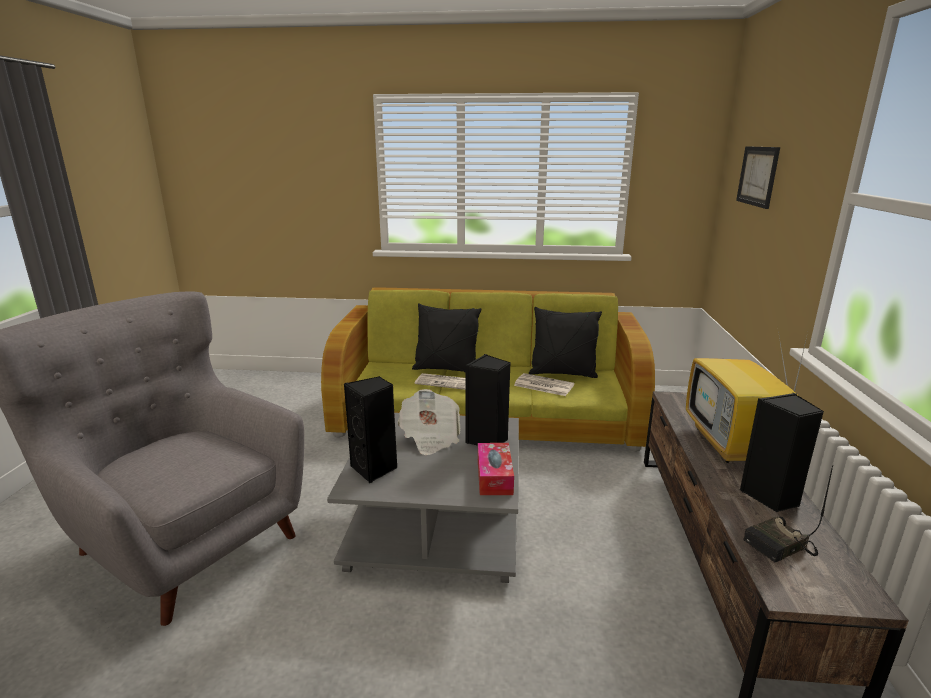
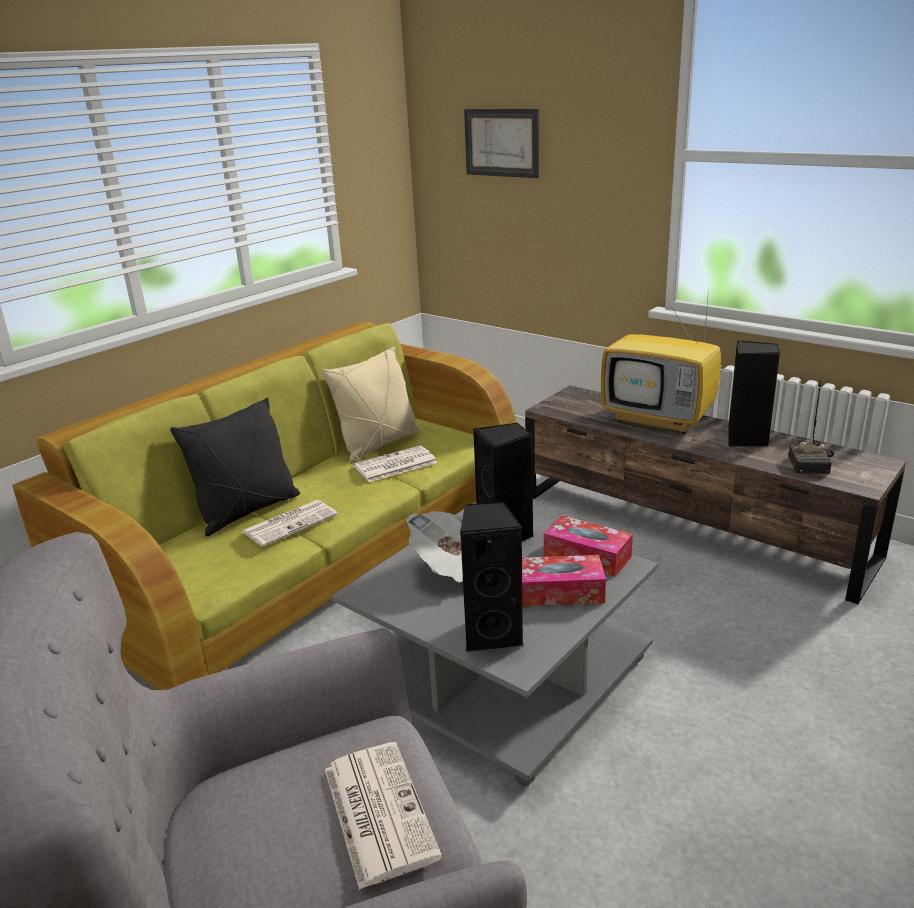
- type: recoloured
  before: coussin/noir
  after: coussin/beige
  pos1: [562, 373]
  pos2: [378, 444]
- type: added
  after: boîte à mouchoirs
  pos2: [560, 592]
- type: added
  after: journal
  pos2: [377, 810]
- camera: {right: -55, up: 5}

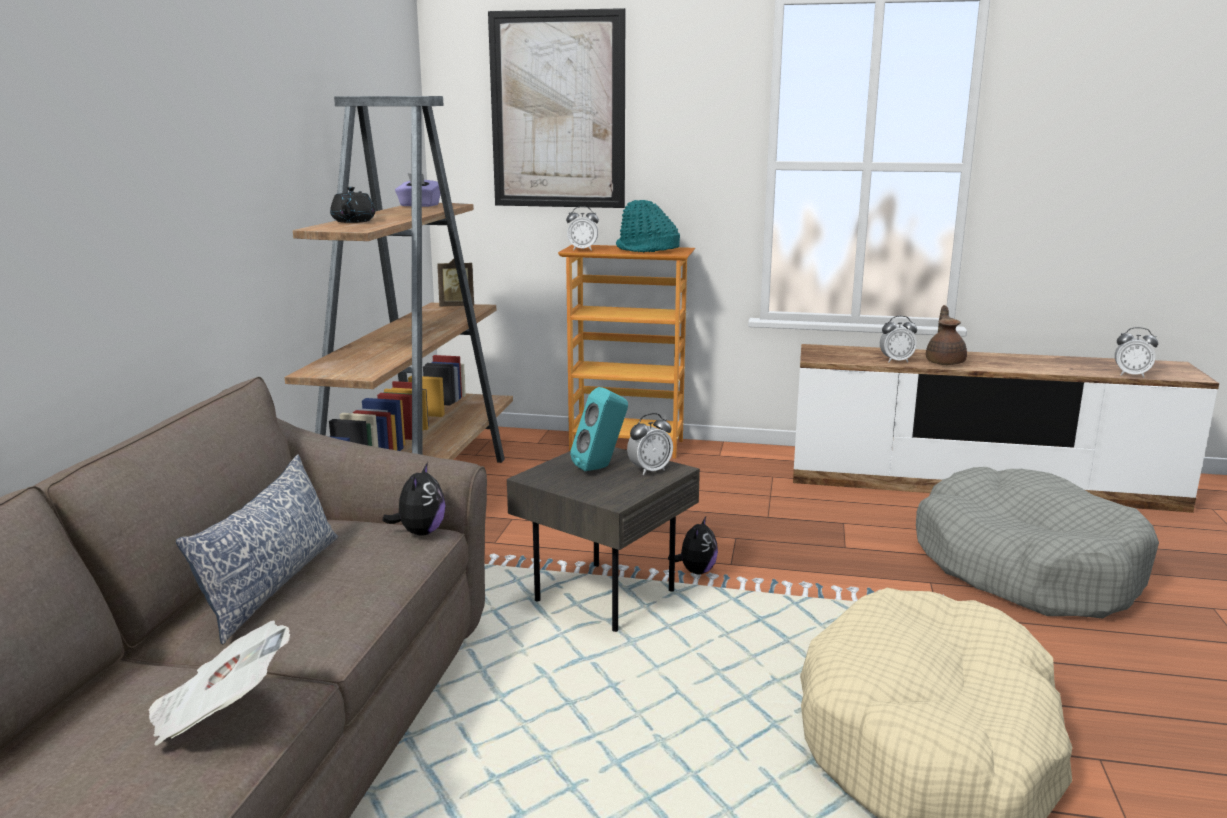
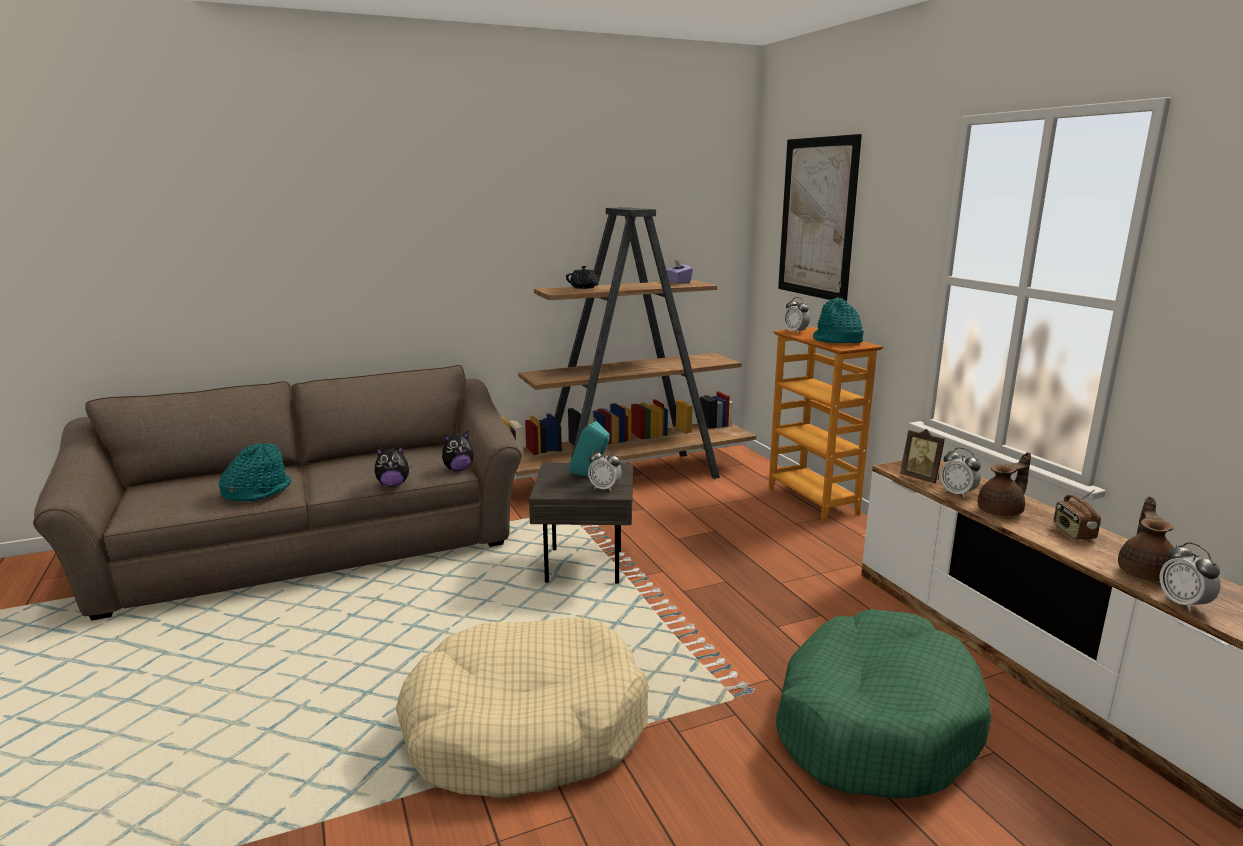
- type: moved
  before: cadre photo
  pos1: [457, 306]
  pos2: [921, 478]
- type: removed
  before: coussin
  pos1: [272, 584]
- type: recoloured
  before: panier pour chien/gris
  after: panier pour chien/vert
  pos1: [1026, 567]
  pos2: [874, 723]
- type: moved
  before: peluche
  pos1: [696, 571]
  pos2: [393, 485]
- type: replaced
  before: journal
  after: chapeau/turquoise
  pos1: [220, 713]
  pos2: [257, 491]
- type: added
  after: radio
  pos2: [1073, 532]
- type: added
  after: théière/marron
  pos2: [1145, 572]
- camera: {right: 55, up: 0}

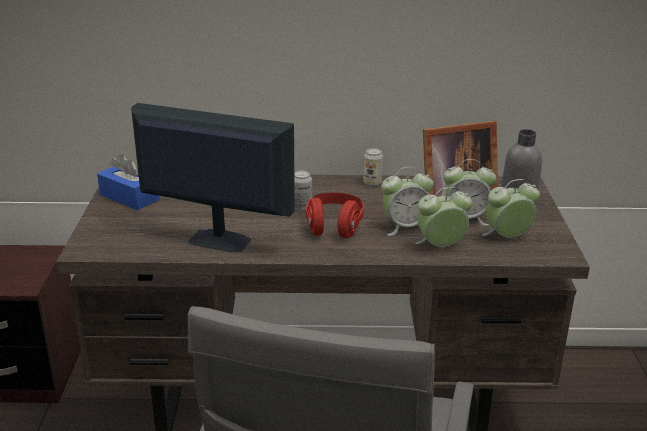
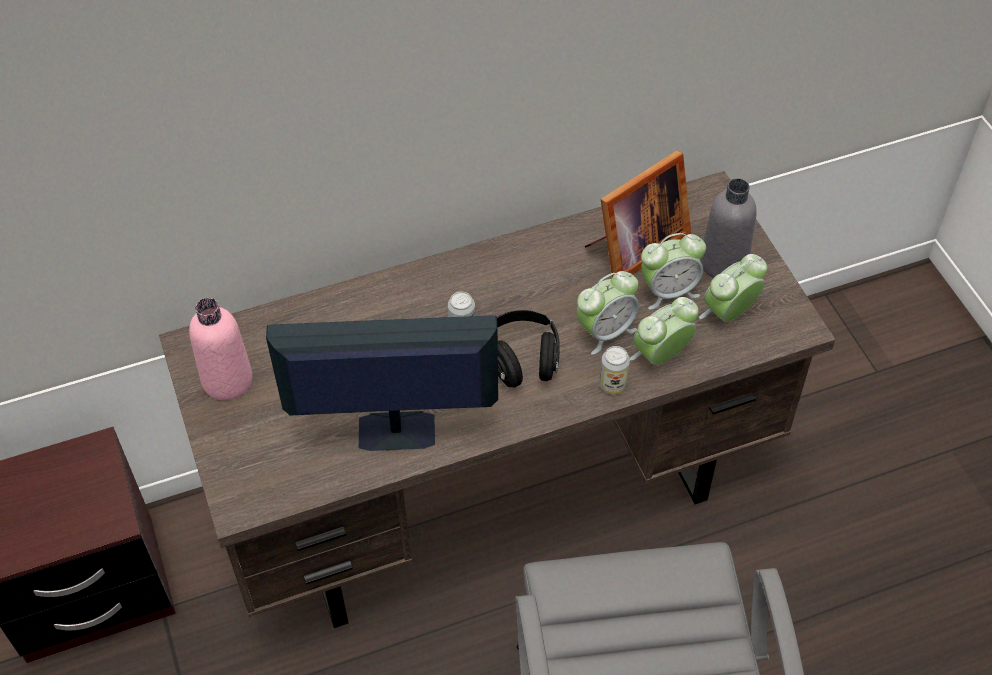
- type: moved
  before: boîte métallique
  pos1: [372, 183]
  pos2: [613, 385]
- type: replaced
  before: boîte à mouchoirs/bleu
  after: bouteille/rose
  pos1: [129, 197]
  pos2: [227, 380]
- type: recoloured
  before: casque audio/rouge
  after: casque audio/noir
  pos1: [334, 228]
  pos2: [522, 360]
- camera: {right: -20, up: 25}

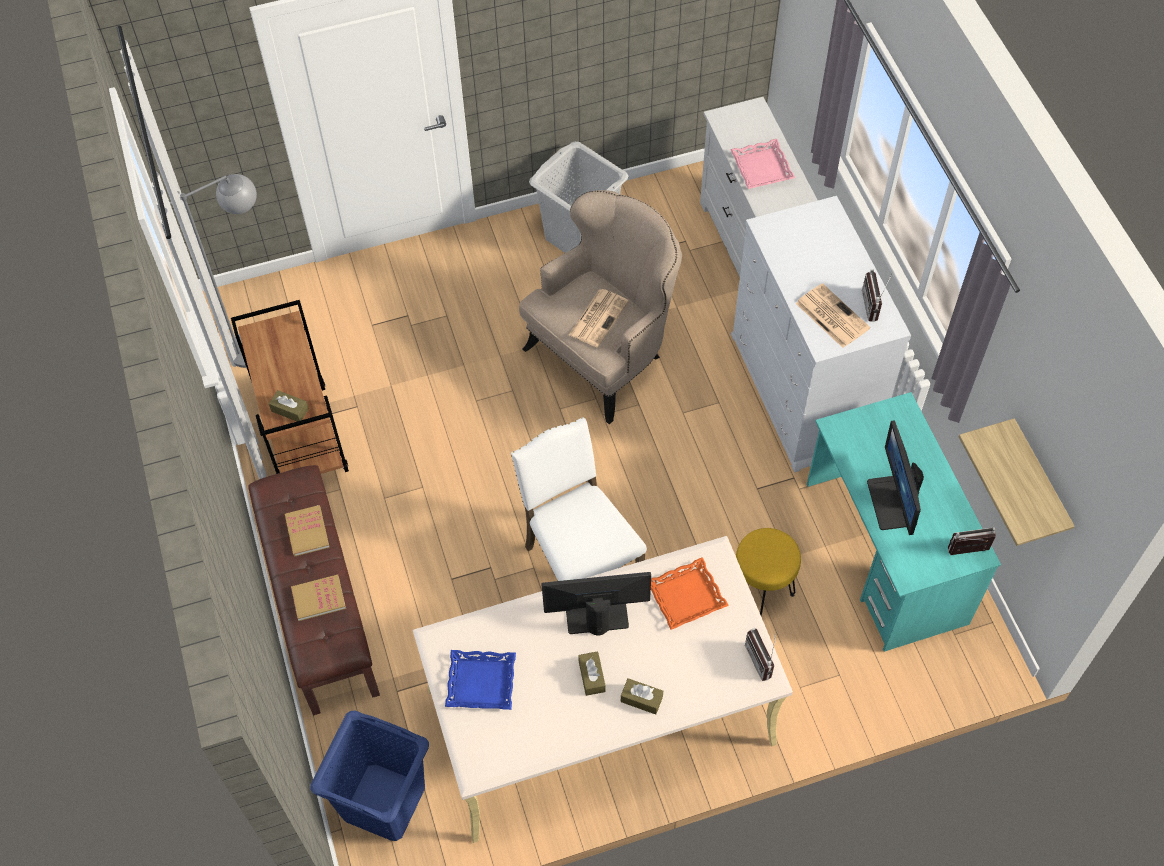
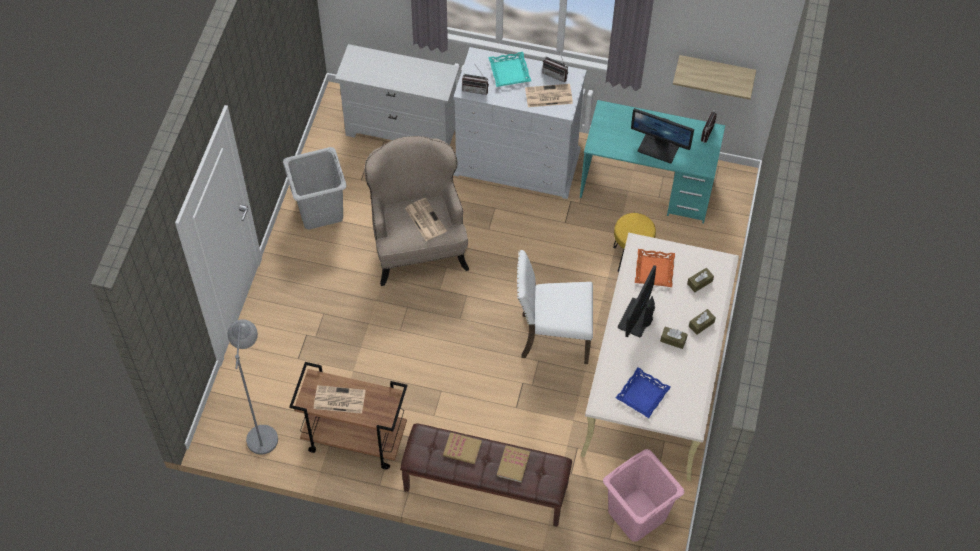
- type: removed
  before: plateau/rose
  pos1: [762, 168]
- type: moved
  before: boîte à mouchoirs/marron
  pos1: [290, 410]
  pos2: [699, 282]
- type: moved
  before: radio
  pos1: [763, 660]
  pos2: [476, 88]
- type: recoloured
  before: panier à linge/bleu
  after: panier à linge/rose
  pos1: [383, 801]
  pos2: [636, 515]
- type: added
  after: plateau/turquoise
  pos2: [510, 72]
- type: added
  after: journal
  pos2: [338, 400]
- camera: {right: -60, up: 0}

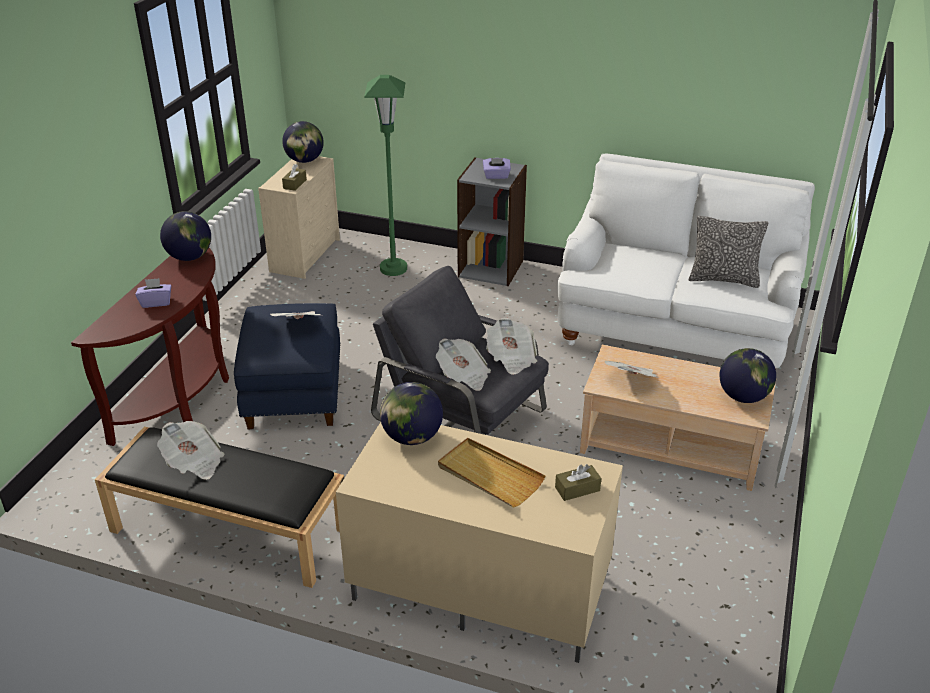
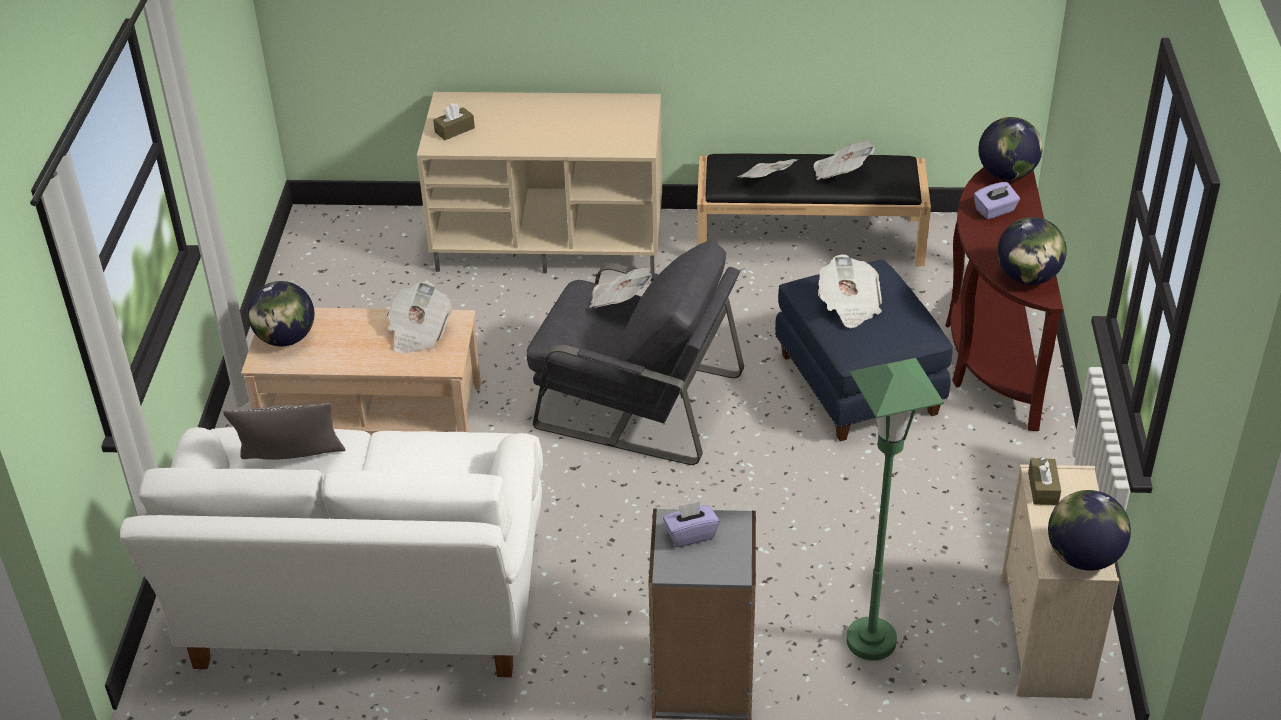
- type: moved
  before: journal
  pos1: [511, 358]
  pos2: [767, 181]
- type: moved
  before: globe
  pos1: [411, 437]
  pos2: [1007, 174]
- type: removed
  before: plateau/beige
  pos1: [489, 475]
- camera: {right: 165, up: 5}

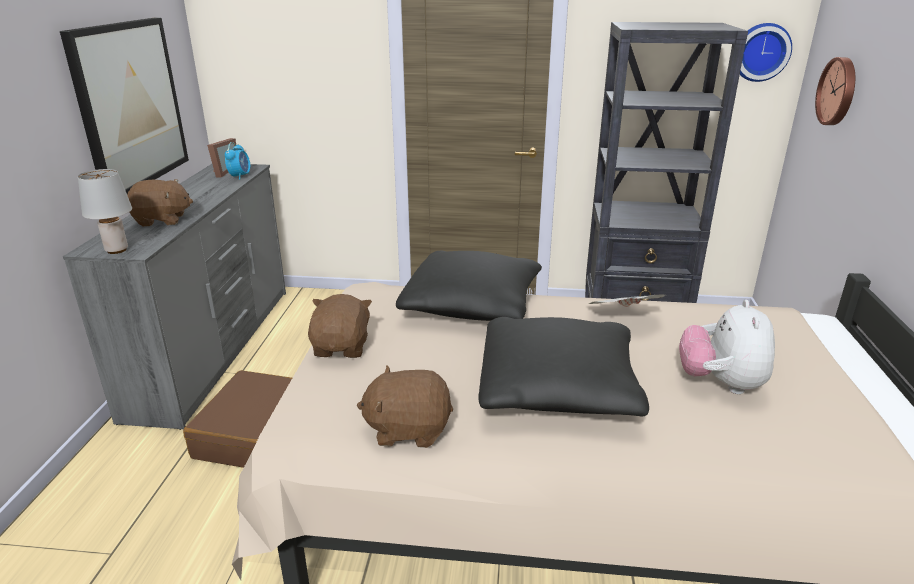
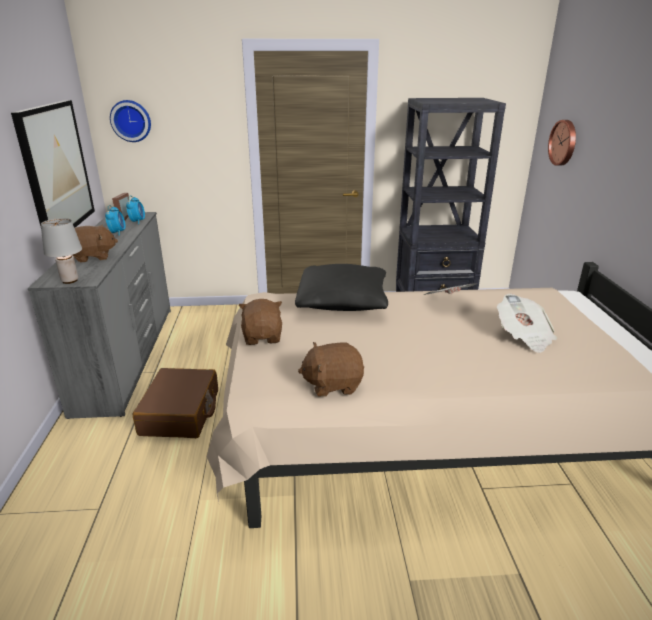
- type: moved
  before: horloge murale
  pos1: [760, 52]
  pos2: [131, 121]
- type: replaced
  before: peluche
  after: journal
  pos1: [720, 383]
  pos2: [524, 337]
- type: removed
  before: coussin/noir
  pos1: [558, 387]
- type: added
  after: réveil
  pos2: [118, 232]
- camera: {right: -10, up: 0}

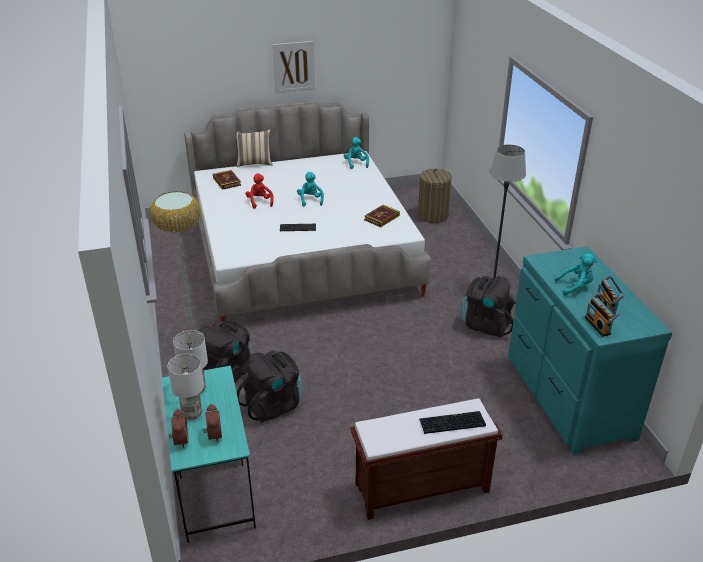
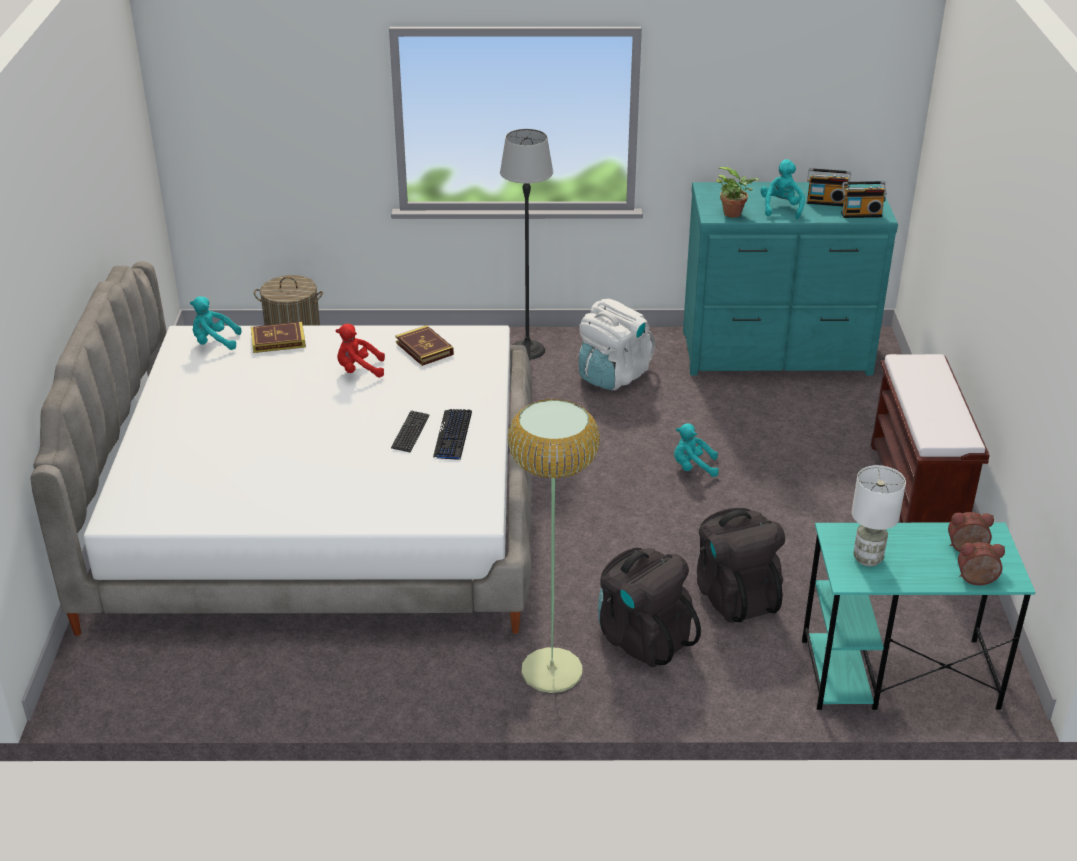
- type: removed
  before: tableau
  pos1: [294, 67]
- type: removed
  before: coussin/beige
  pos1: [254, 163]
- type: moved
  before: livre
  pos1: [227, 181]
  pos2: [278, 340]
- type: moved
  before: peluche/turquoise
  pos1: [310, 200]
  pos2: [693, 467]
- type: moved
  before: peluche/rouge
  pos1: [259, 202]
  pos2: [359, 370]
- type: recoloured
  before: sac à dos/noir
  after: sac à dos/blanc
  pos1: [486, 325]
  pos2: [613, 375]
- type: removed
  before: lampe de table/blanc
  pos1: [191, 414]
- type: moved
  before: clavier
  pos1: [452, 423]
  pos2: [453, 435]
- type: added
  after: plante en pot
  pos2: [735, 214]
- camera: {right: -75, up: 0}

